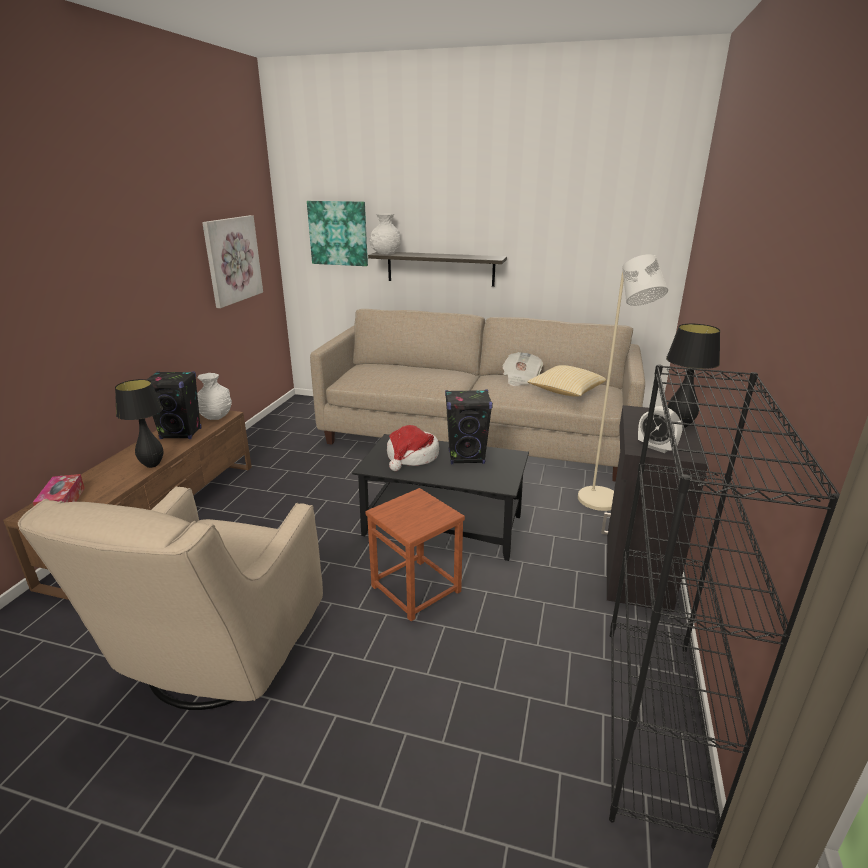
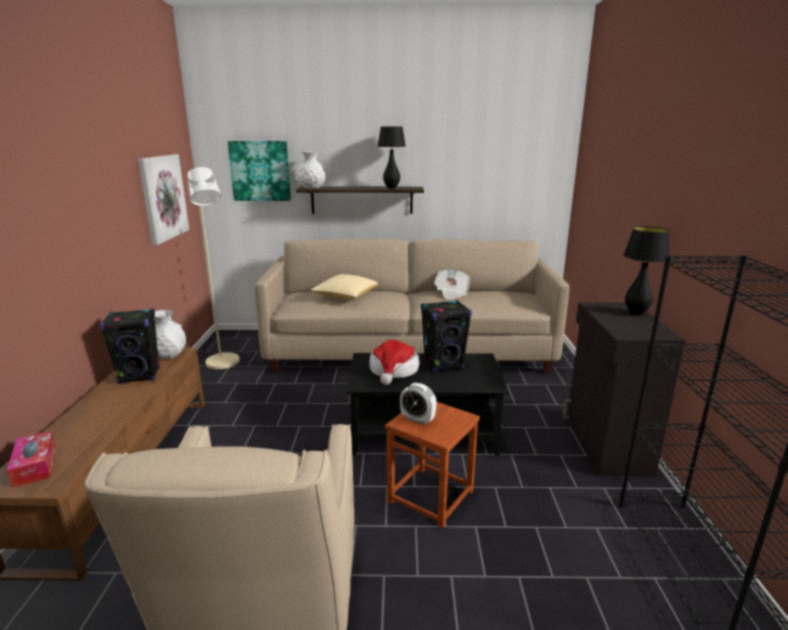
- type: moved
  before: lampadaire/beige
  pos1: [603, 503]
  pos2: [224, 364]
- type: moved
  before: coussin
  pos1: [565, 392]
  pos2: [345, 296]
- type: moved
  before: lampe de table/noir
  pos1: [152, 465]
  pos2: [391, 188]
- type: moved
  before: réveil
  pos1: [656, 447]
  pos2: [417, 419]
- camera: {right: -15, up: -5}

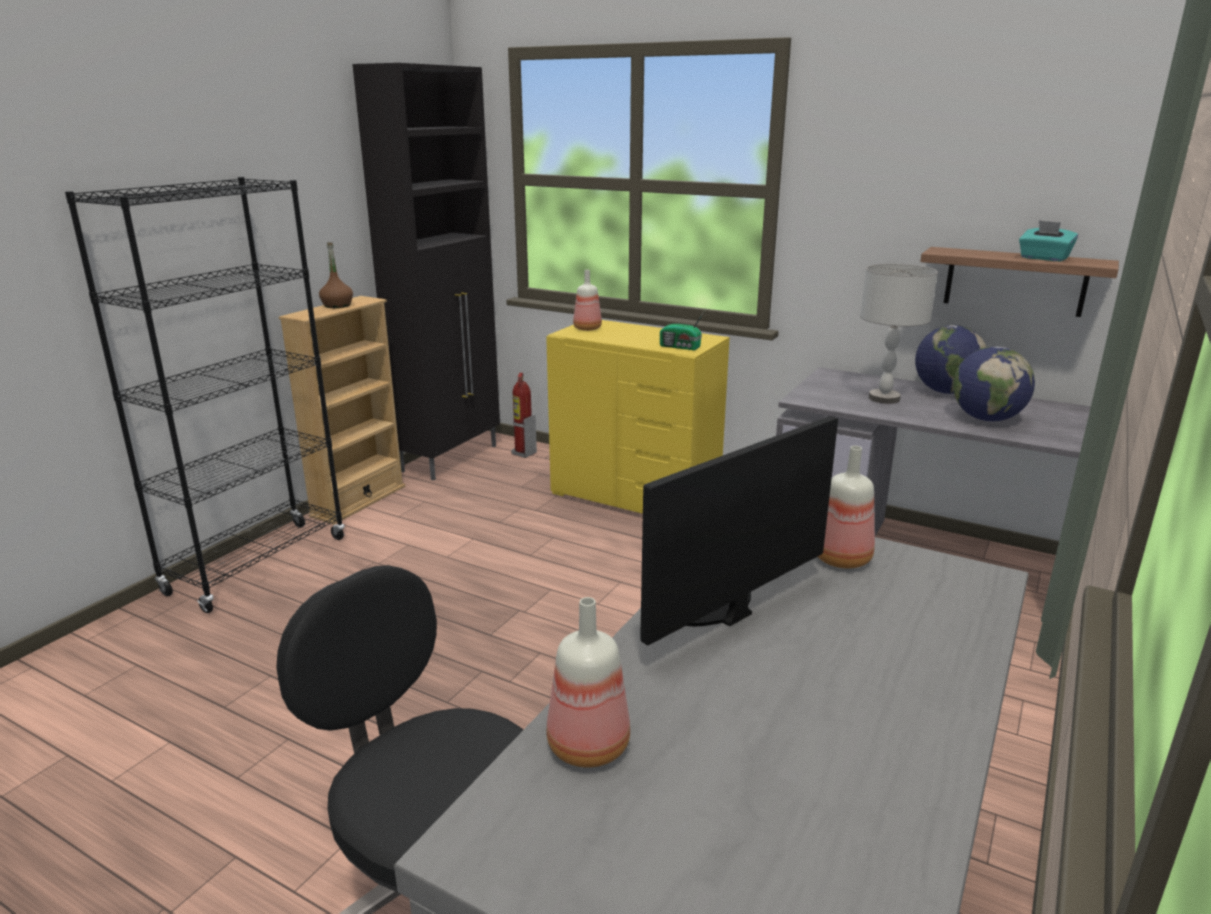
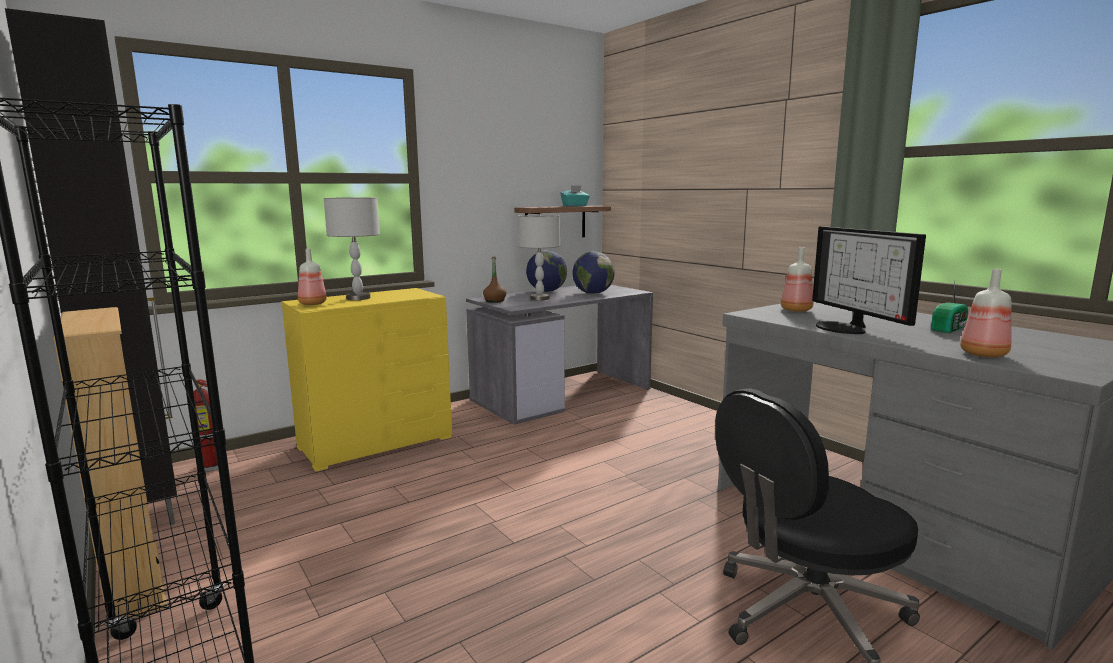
- type: moved
  before: bouteille/marron
  pos1: [337, 305]
  pos2: [494, 301]
- type: moved
  before: radio
  pos1: [680, 347]
  pos2: [950, 328]
- type: added
  after: lampe de table/gris
  pos2: [359, 298]
- camera: {right: -65, up: -10}

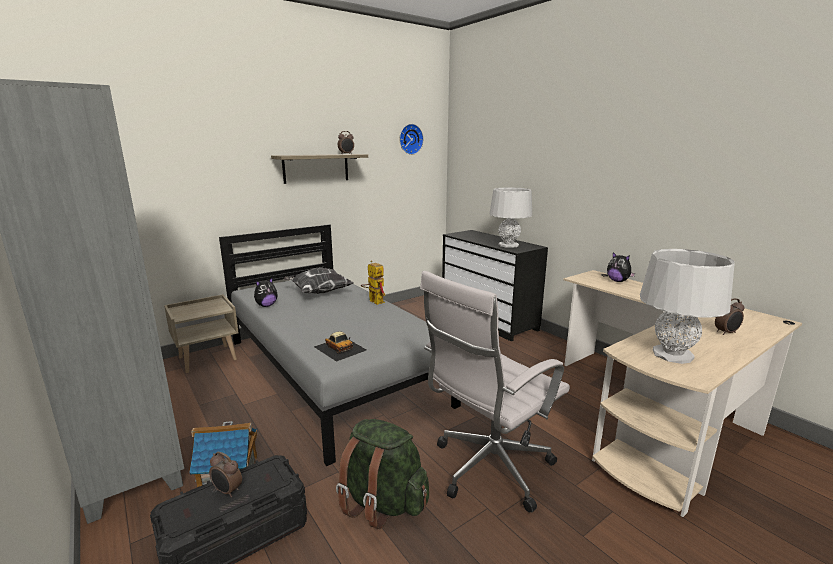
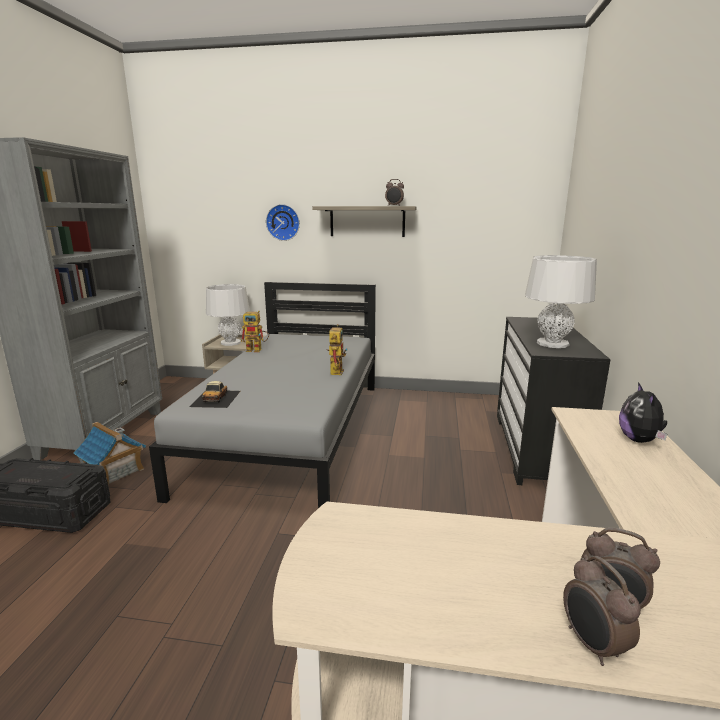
- type: moved
  before: horloge murale
  pos1: [410, 139]
  pos2: [283, 222]
- type: moved
  before: lampe de table/gris
  pos1: [672, 355]
  pos2: [230, 343]
- type: removed
  before: coussin
  pos1: [318, 292]
- type: removed
  before: chaise de bureau/blanc
  pos1: [488, 470]
- type: replaced
  before: peluche
  after: robot jouet
  pos1: [266, 305]
  pos2: [257, 350]
- type: removed
  before: sac à dos/vert
  pos1: [382, 502]
- type: moved
  before: réveil
  pos1: [227, 491]
  pos2: [592, 645]
- camera: {right: 45, up: 0}

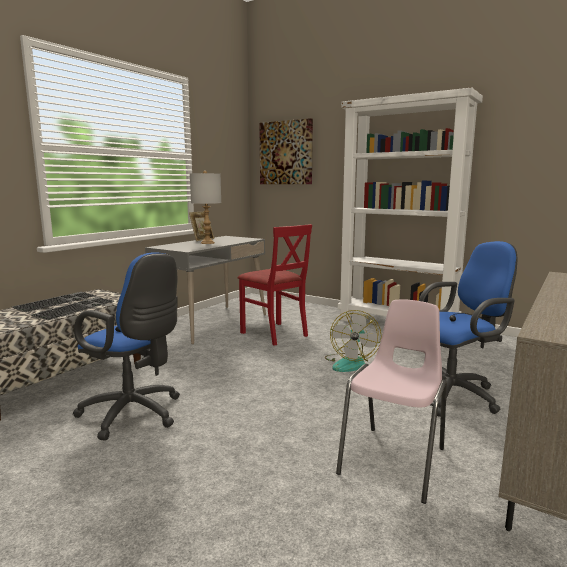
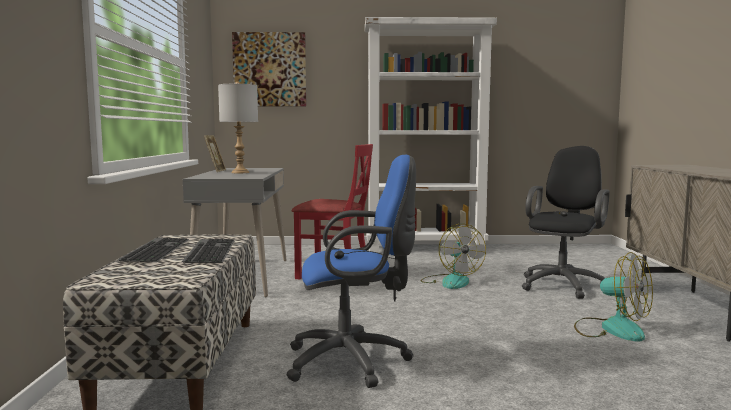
- type: recoloured
  before: chaise de bureau/bleu
  after: chaise de bureau/noir
  pos1: [454, 395]
  pos2: [563, 284]
- type: replaced
  before: chaise/rose
  after: ventilateur
  pos1: [395, 461]
  pos2: [611, 329]
- camera: {right: -35, up: -5}

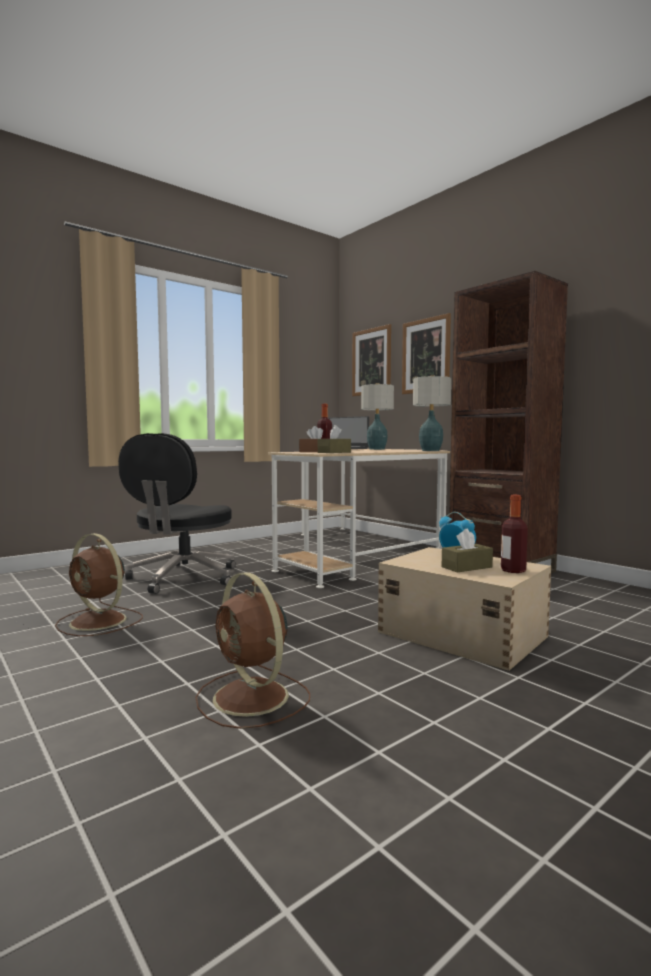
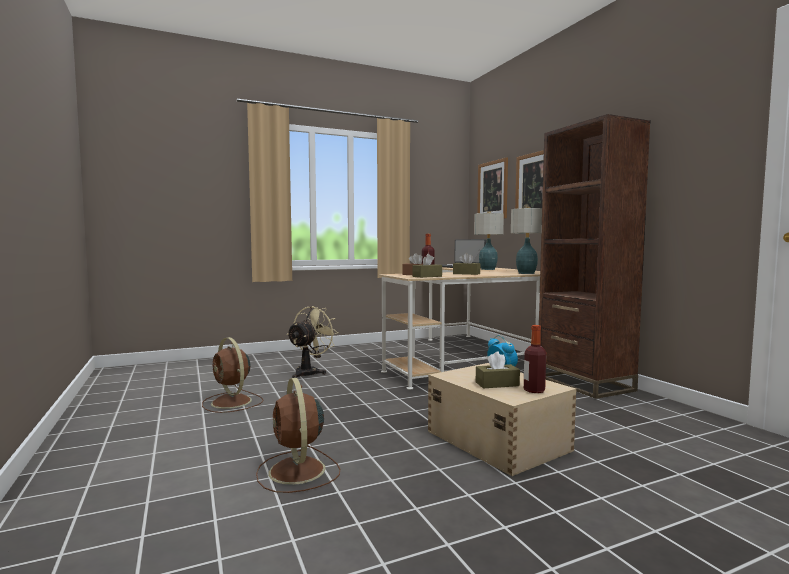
- type: replaced
  before: chaise de bureau/noir
  after: ventilateur/beige
  pos1: [182, 578]
  pos2: [310, 372]
- type: added
  after: boîte à mouchoirs/marron
  pos2: [466, 274]
- camera: {right: 15, up: 0}

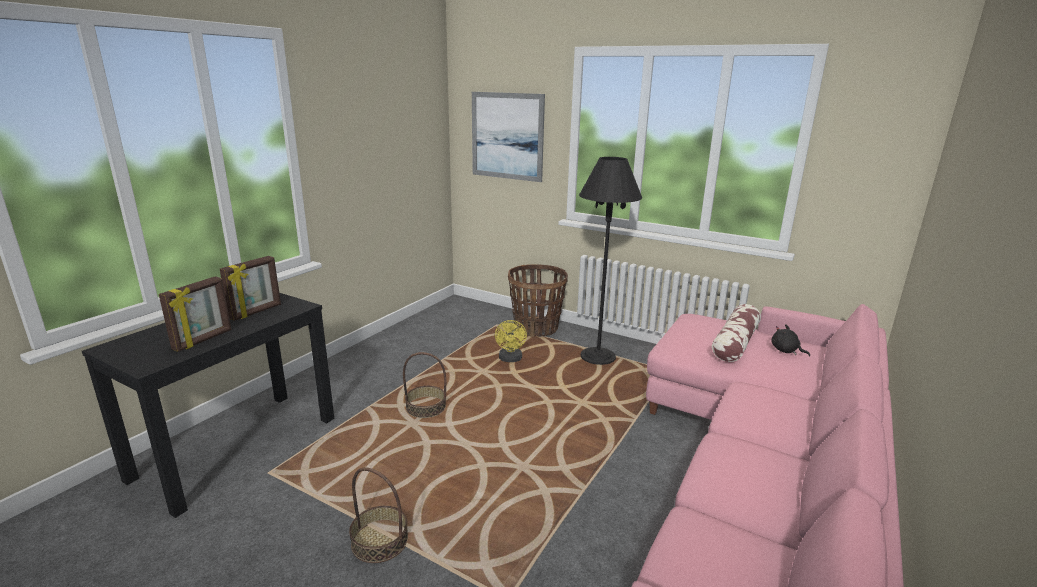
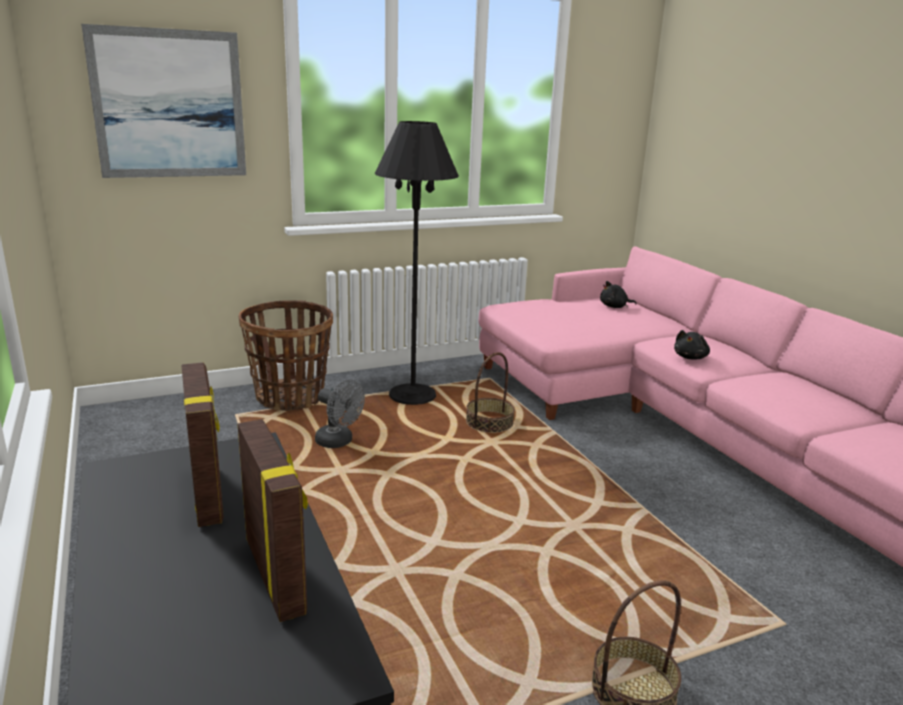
- type: removed
  before: coussin
  pos1: [735, 343]
- type: recoloured
  before: ventilateur/jaune
  after: ventilateur/gris
  pos1: [510, 359]
  pos2: [338, 442]
- type: moved
  before: panier
  pos1: [425, 407]
  pos2: [489, 423]
- type: added
  after: peluche/noir
  pos2: [690, 357]
- camera: {right: -55, up: 0}

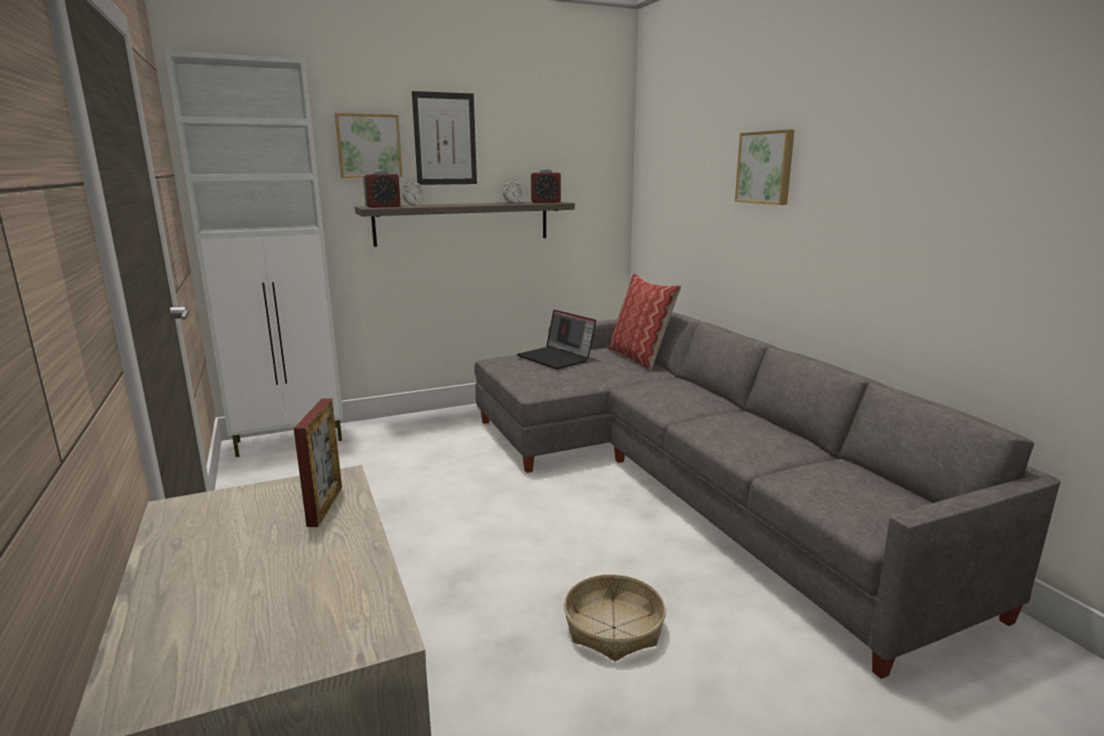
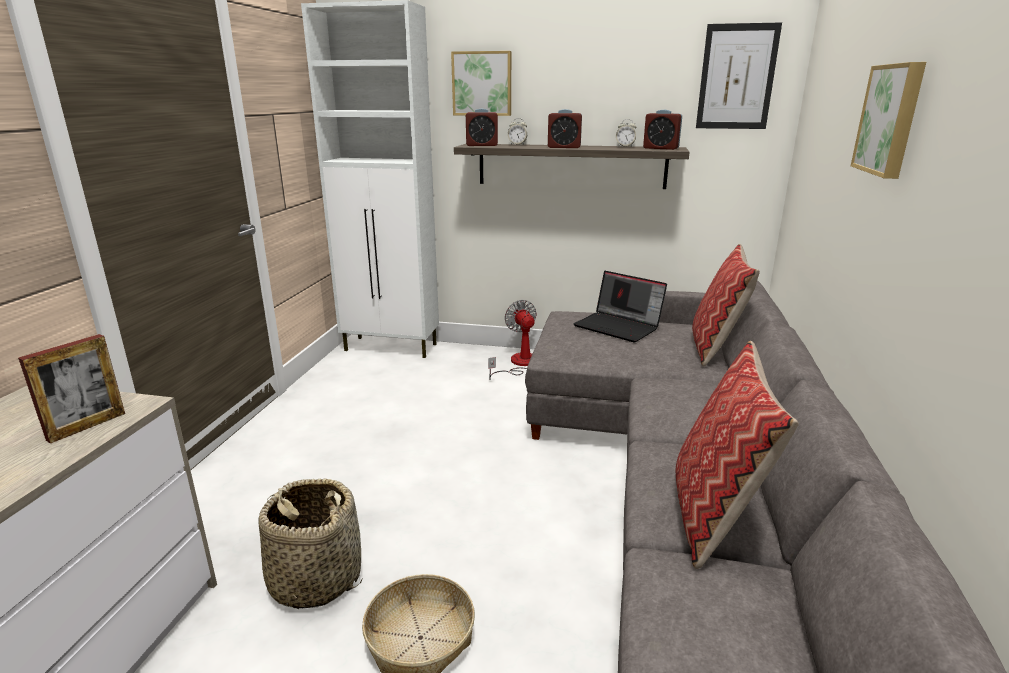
- type: moved
  before: tableau
  pos1: [445, 139]
  pos2: [737, 77]
- type: turned
  before: ordinateur portable
  pos1: [557, 358]
  pos2: [619, 326]
  turn: -45
- type: added
  after: réveil
  pos2: [564, 147]
- type: added
  after: ventilateur
  pos2: [518, 364]
- type: added
  after: coussin
  pos2: [713, 514]
- type: added
  after: panier
  pos2: [315, 578]
- camera: {right: 35, up: 5}

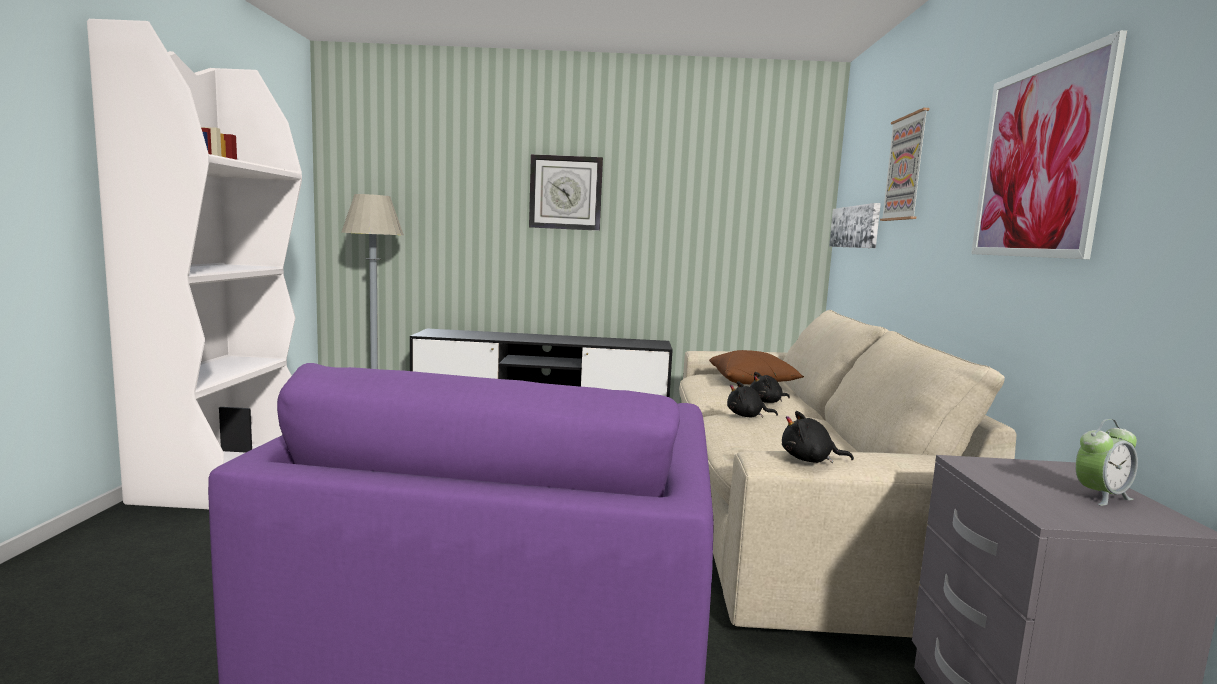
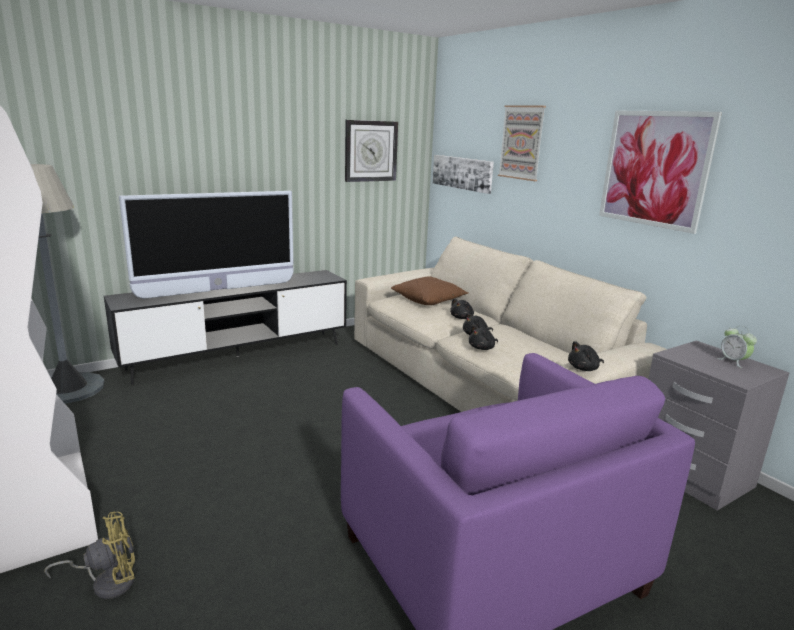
- type: moved
  before: horloge murale
  pos1: [565, 193]
  pos2: [370, 151]
- type: turned
  before: réveil
  pos1: [1100, 496]
  pos2: [733, 361]
  turn: 120
- type: added
  after: téléviseur
  pos2: [218, 290]
- type: added
  after: peluche/noir
  pos2: [482, 348]
- type: added
  after: ventilateur/jaune
  pos2: [107, 582]
- camera: {right: -35, up: 10}

